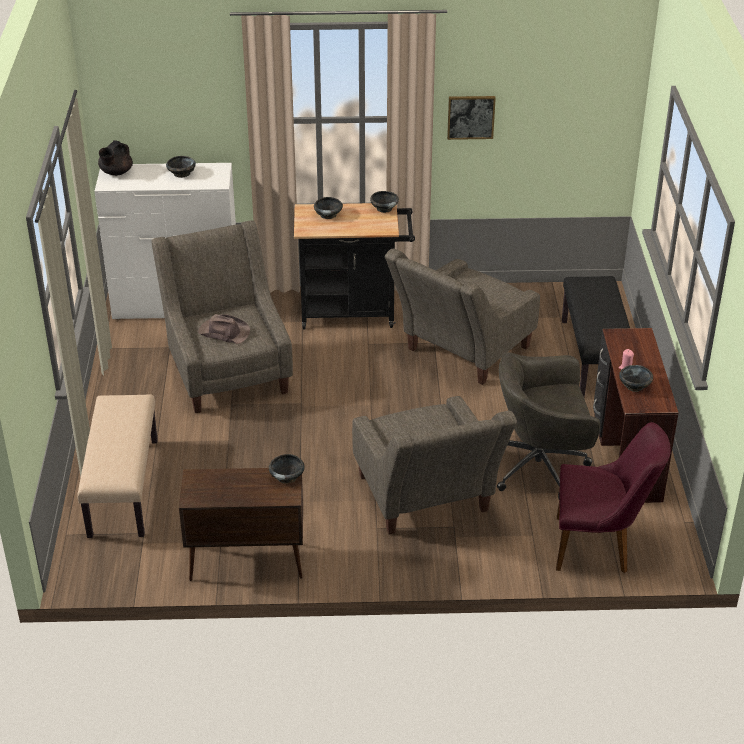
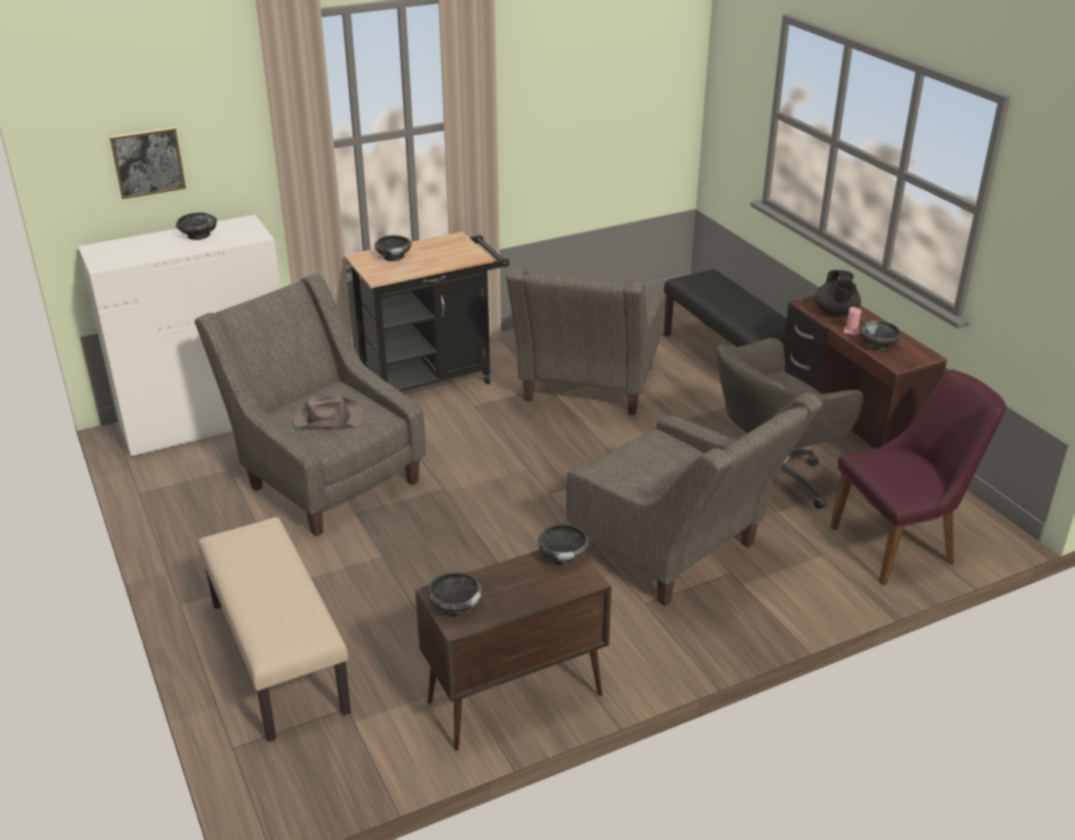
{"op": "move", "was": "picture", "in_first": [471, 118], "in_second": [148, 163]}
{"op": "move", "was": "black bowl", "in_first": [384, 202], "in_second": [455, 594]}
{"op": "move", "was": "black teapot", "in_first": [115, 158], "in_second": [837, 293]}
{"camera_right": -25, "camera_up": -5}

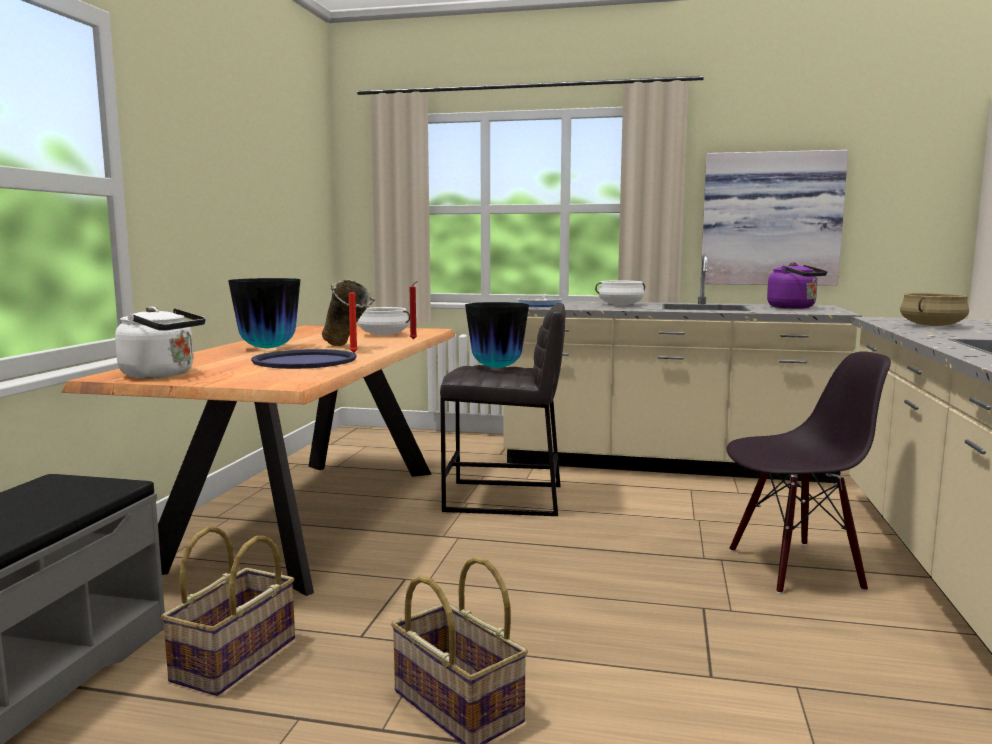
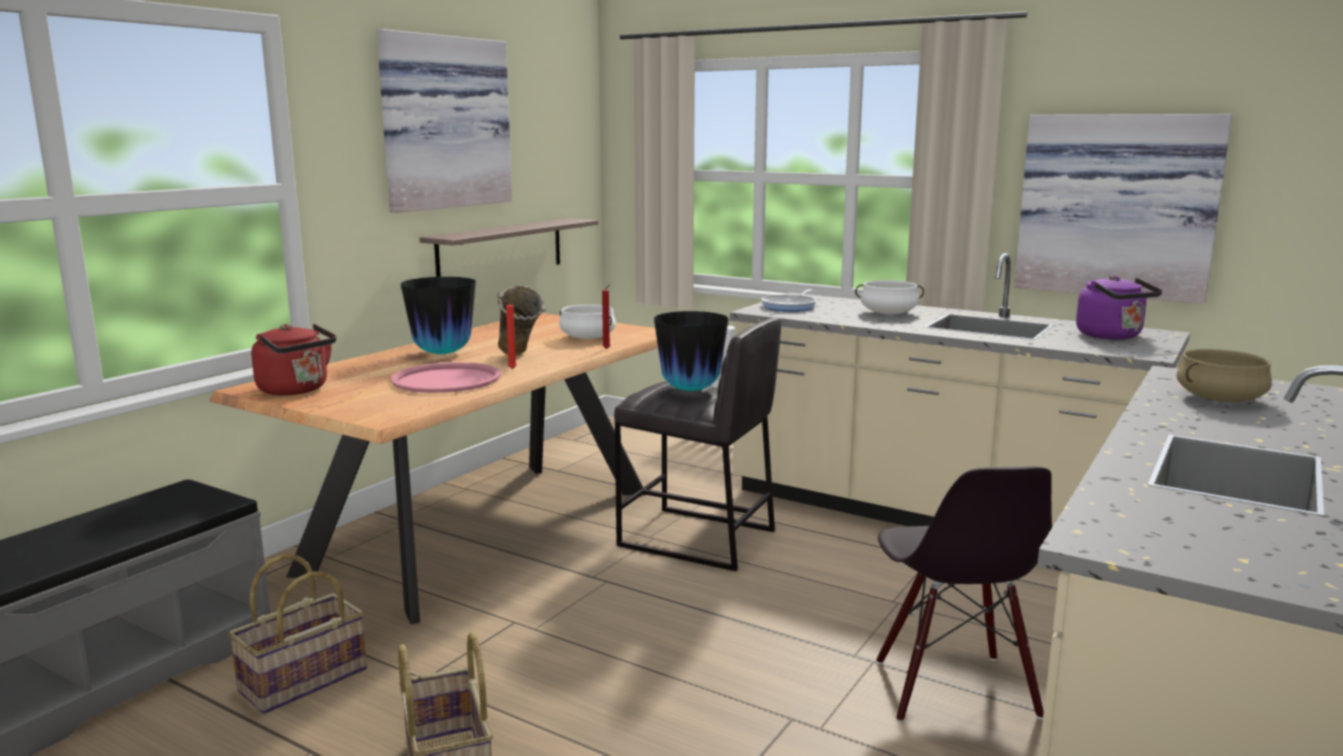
{"op": "recolor", "was": "white kettle", "now": "red kettle", "in_first": [160, 342], "in_second": [293, 359]}
{"op": "insert", "now": "picture", "in_second": [444, 121]}
{"op": "recolor", "was": "blue tray", "now": "pink tray", "in_first": [304, 359], "in_second": [446, 377]}
{"op": "insert", "now": "shelf", "in_second": [508, 247]}
{"op": "rotate", "was": "black chair", "in_first": [809, 472], "in_second": [964, 594], "clockwise": 75}
{"camera_right": 20, "camera_up": 5}

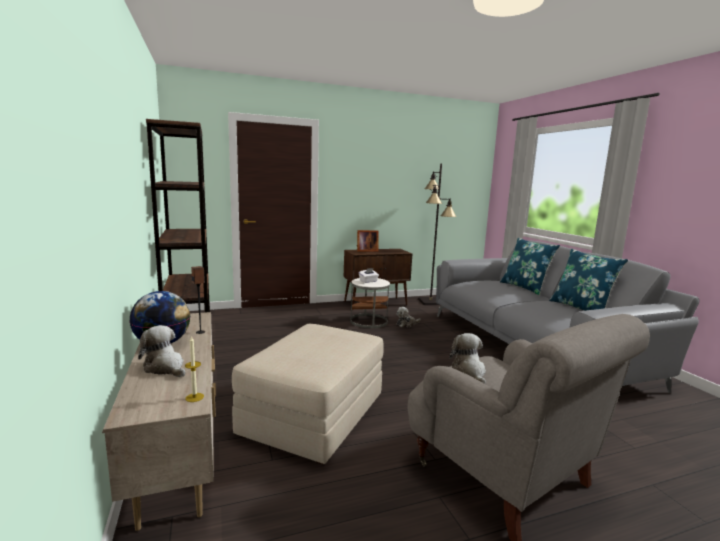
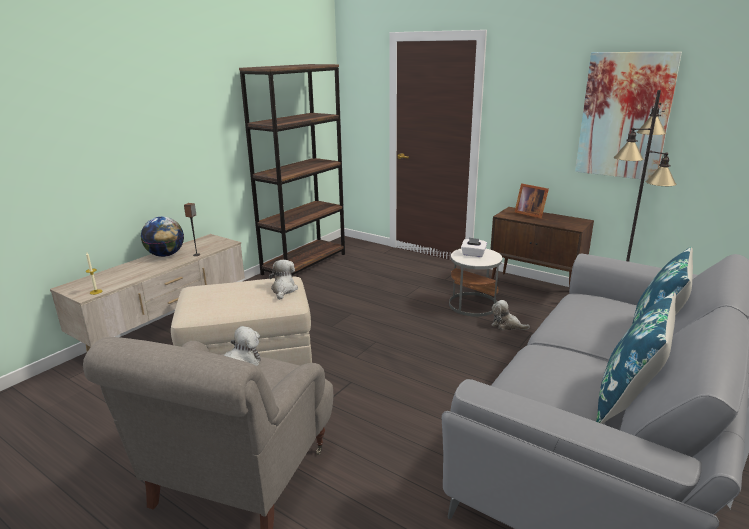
{"op": "move", "was": "plush toy", "in_first": [161, 351], "in_second": [283, 280]}
{"op": "insert", "now": "picture", "in_second": [628, 116]}
{"camera_right": 55, "camera_up": 10}

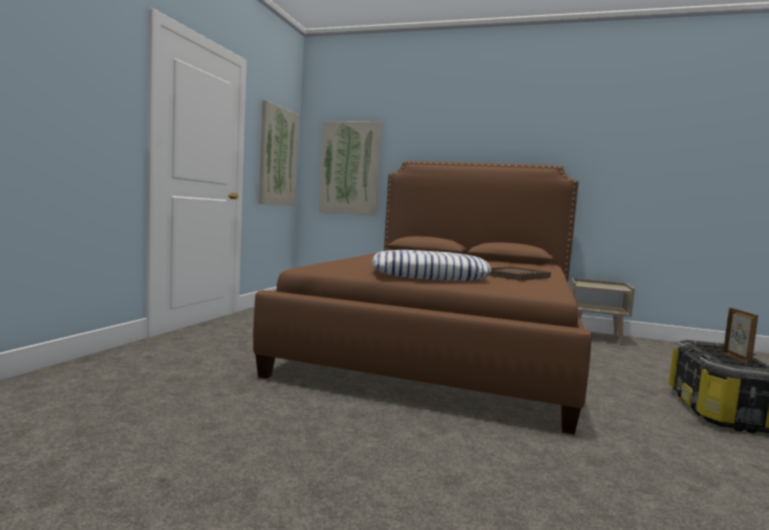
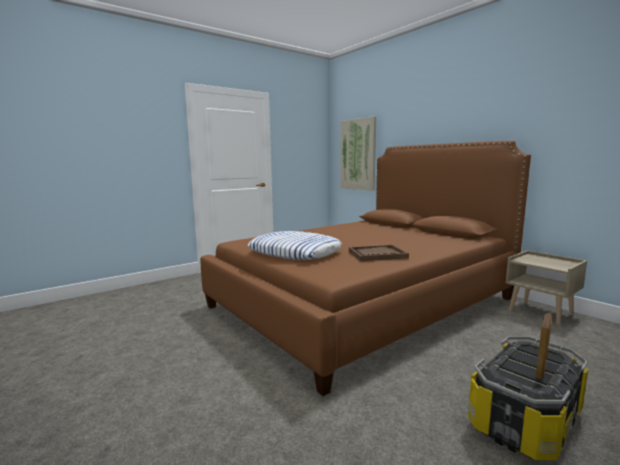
{"op": "delete", "was": "picture", "in_first": [278, 153]}
{"camera_right": 35, "camera_up": 5}

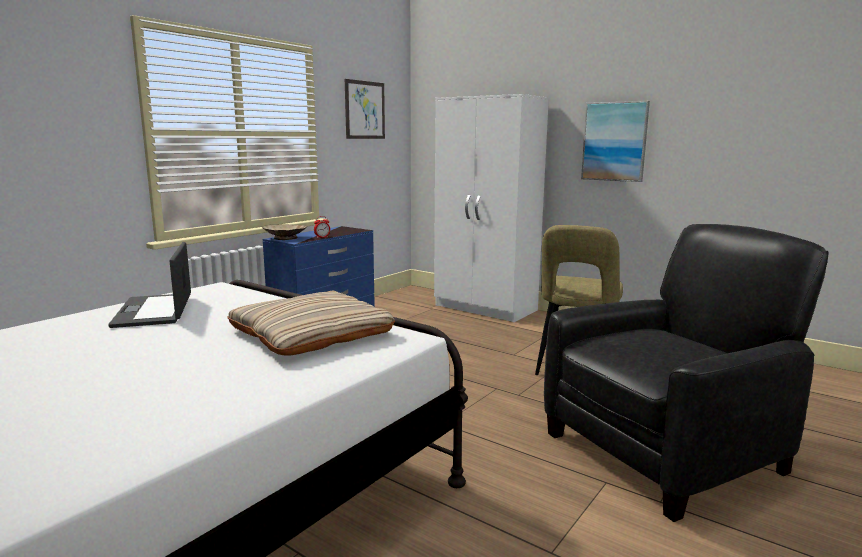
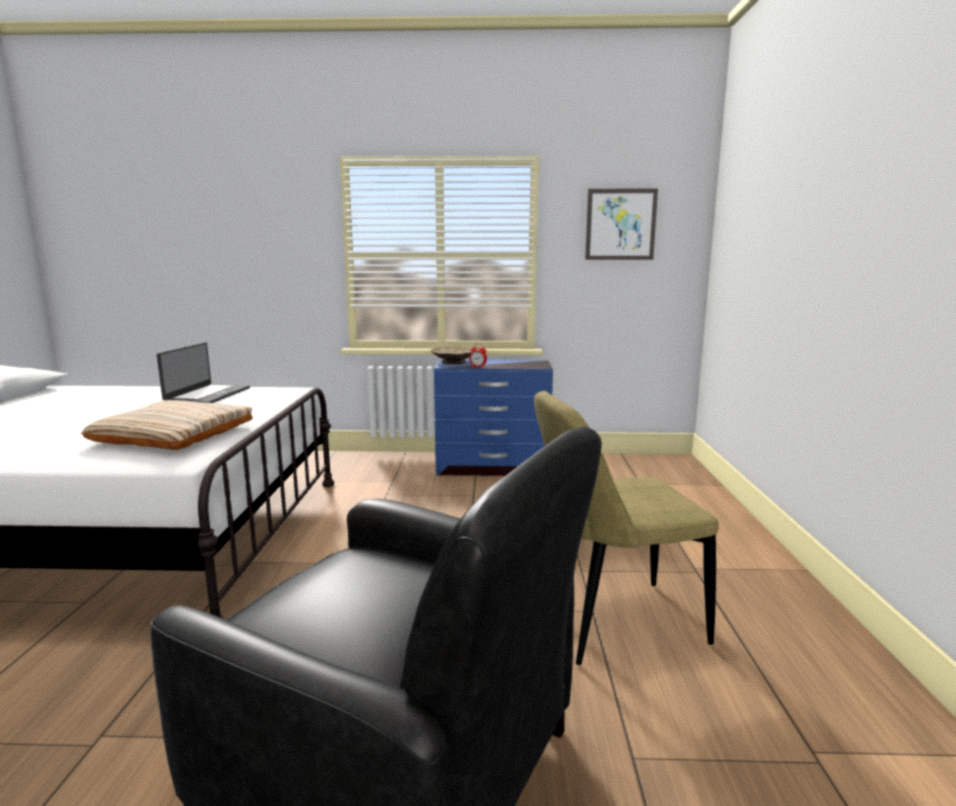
{"op": "rotate", "was": "laptop", "in_first": [149, 285], "in_second": [203, 372], "clockwise": 150}
{"op": "delete", "was": "white wardrobe", "in_first": [491, 208]}
{"op": "delete", "was": "picture", "in_first": [615, 141]}
{"camera_right": 55, "camera_up": 0}

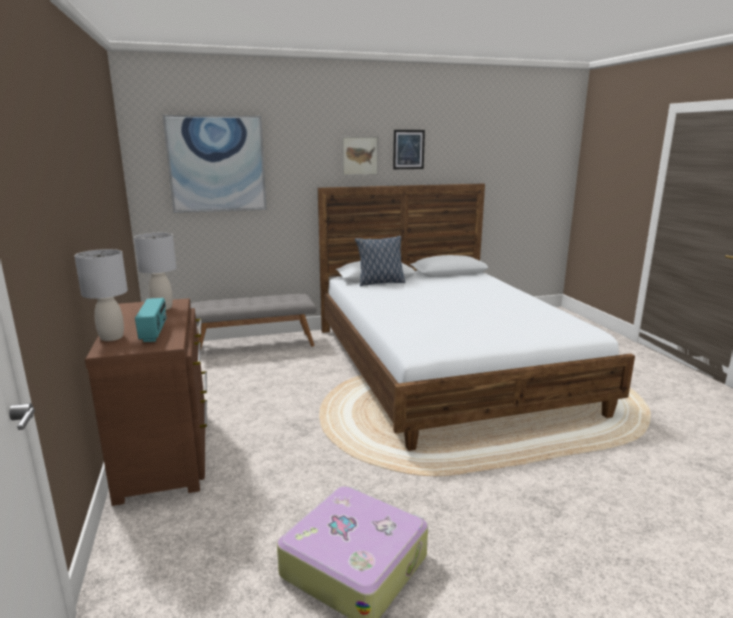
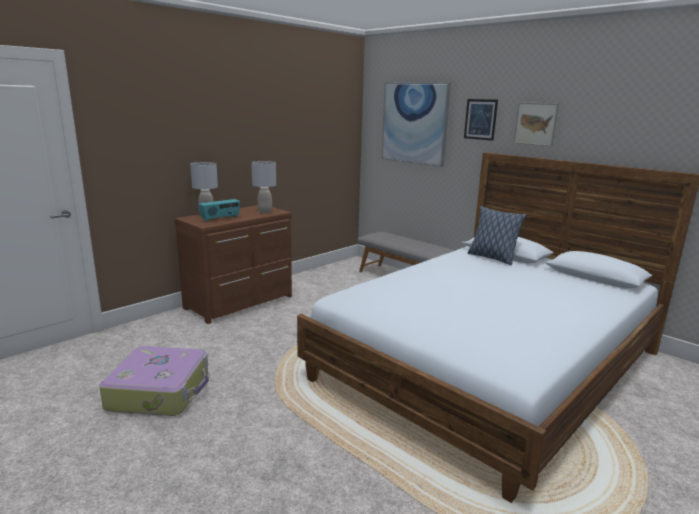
{"op": "move", "was": "picture", "in_first": [409, 149], "in_second": [481, 120]}
{"camera_right": 60, "camera_up": 0}

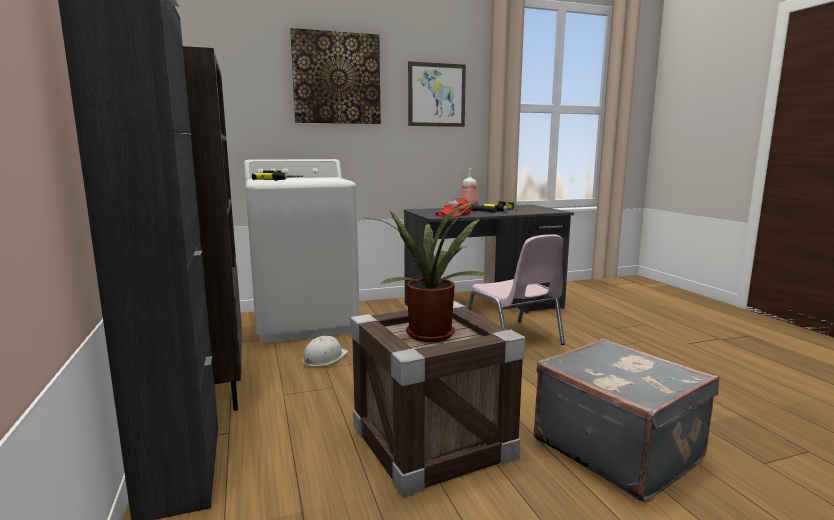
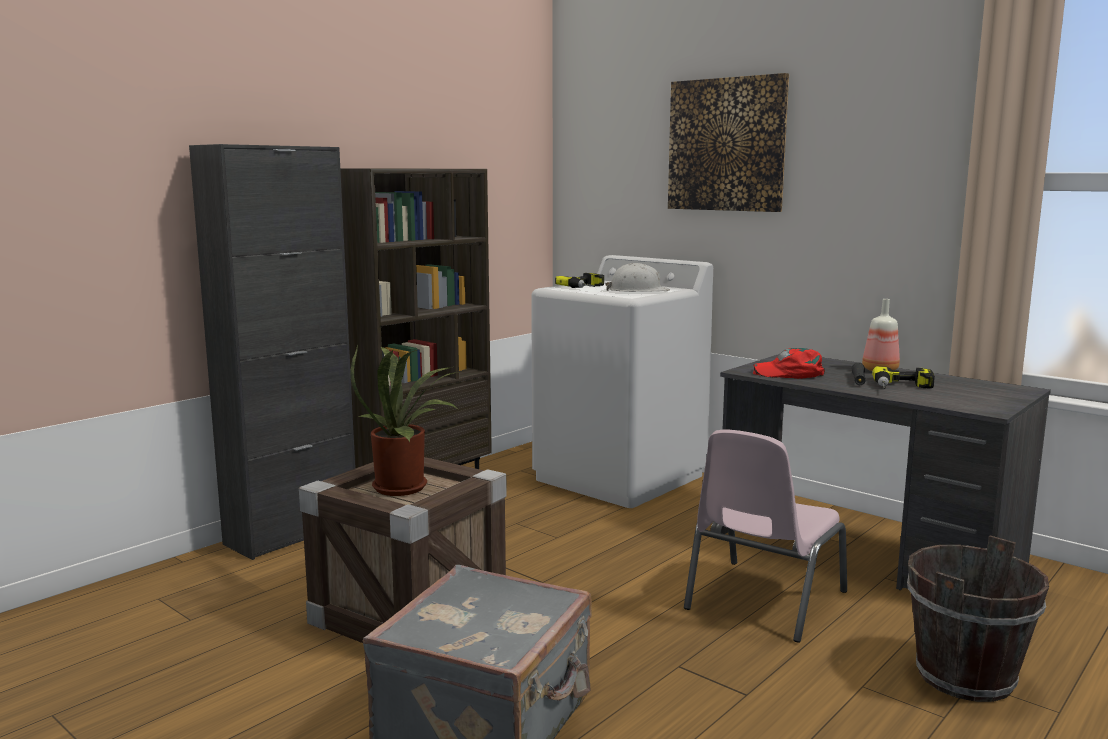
{"op": "move", "was": "white hard hat", "in_first": [325, 351], "in_second": [637, 277]}
{"op": "insert", "now": "brown bucket", "in_second": [978, 618]}
{"op": "delete", "was": "picture", "in_first": [437, 94]}
{"camera_right": 60, "camera_up": 0}

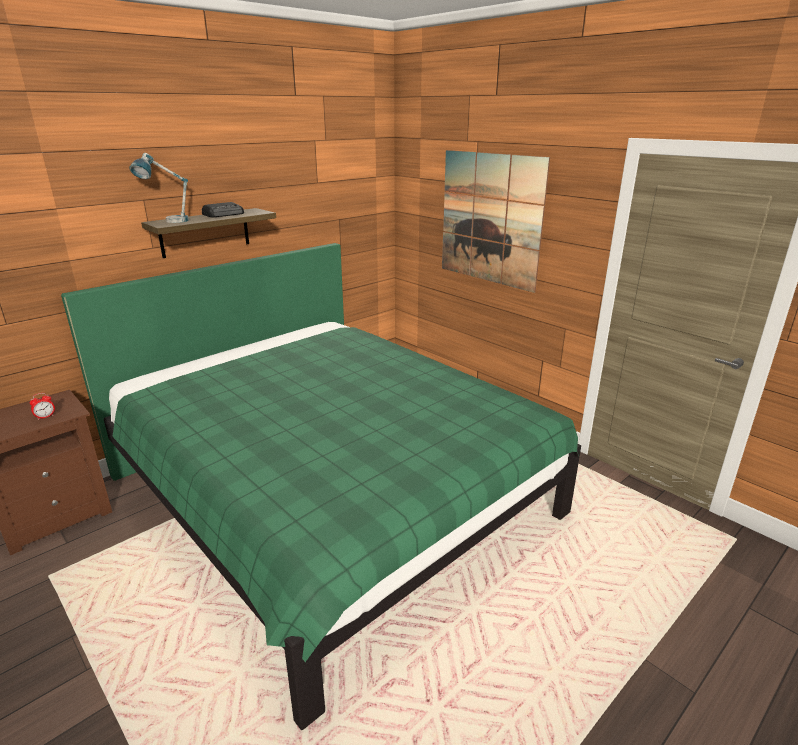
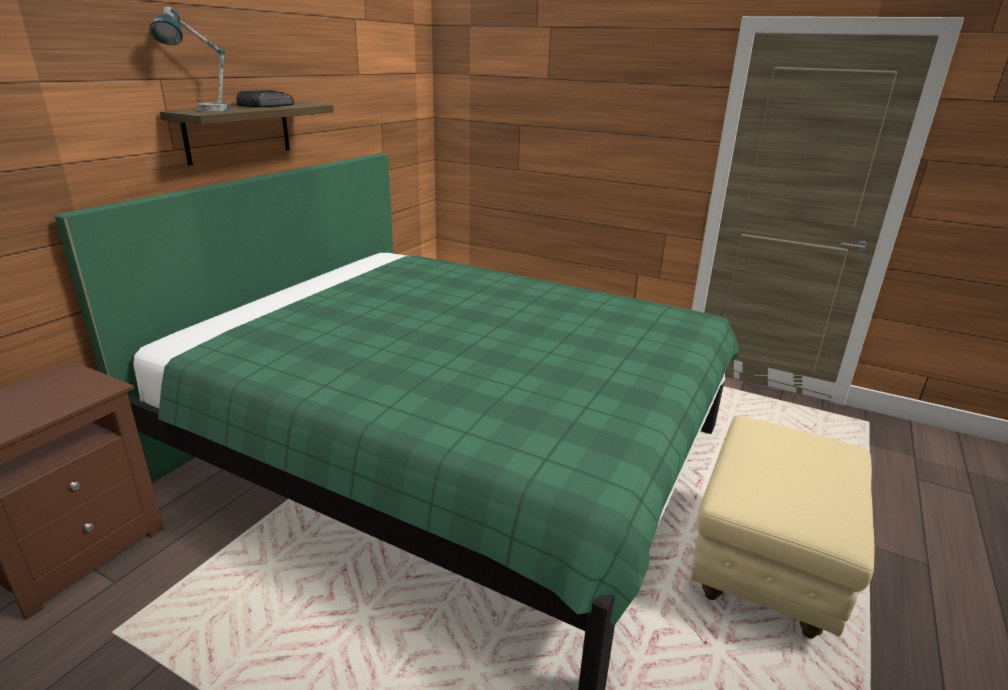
{"op": "insert", "now": "beige ottoman", "in_second": [783, 527]}
{"op": "delete", "was": "alarm clock", "in_first": [42, 406]}
{"op": "delete", "was": "picture", "in_first": [496, 221]}
{"camera_right": -20, "camera_up": 0}

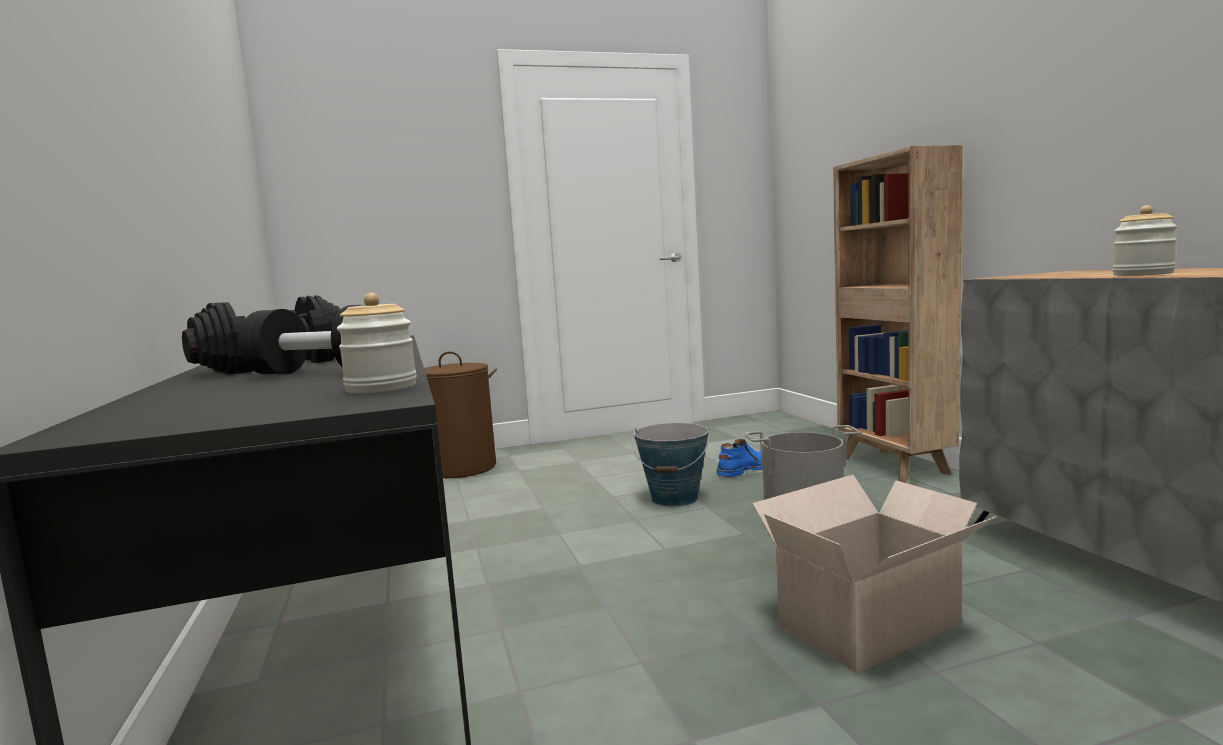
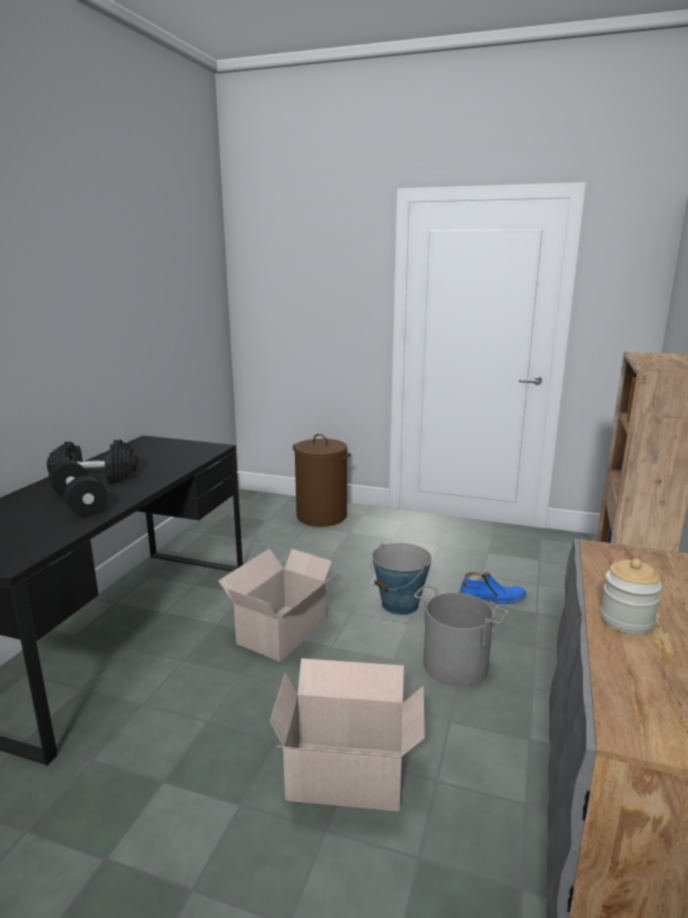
{"op": "insert", "now": "cardboard box", "in_second": [278, 605]}
{"op": "delete", "was": "jar", "in_first": [377, 343]}
{"camera_right": 35, "camera_up": 10}

